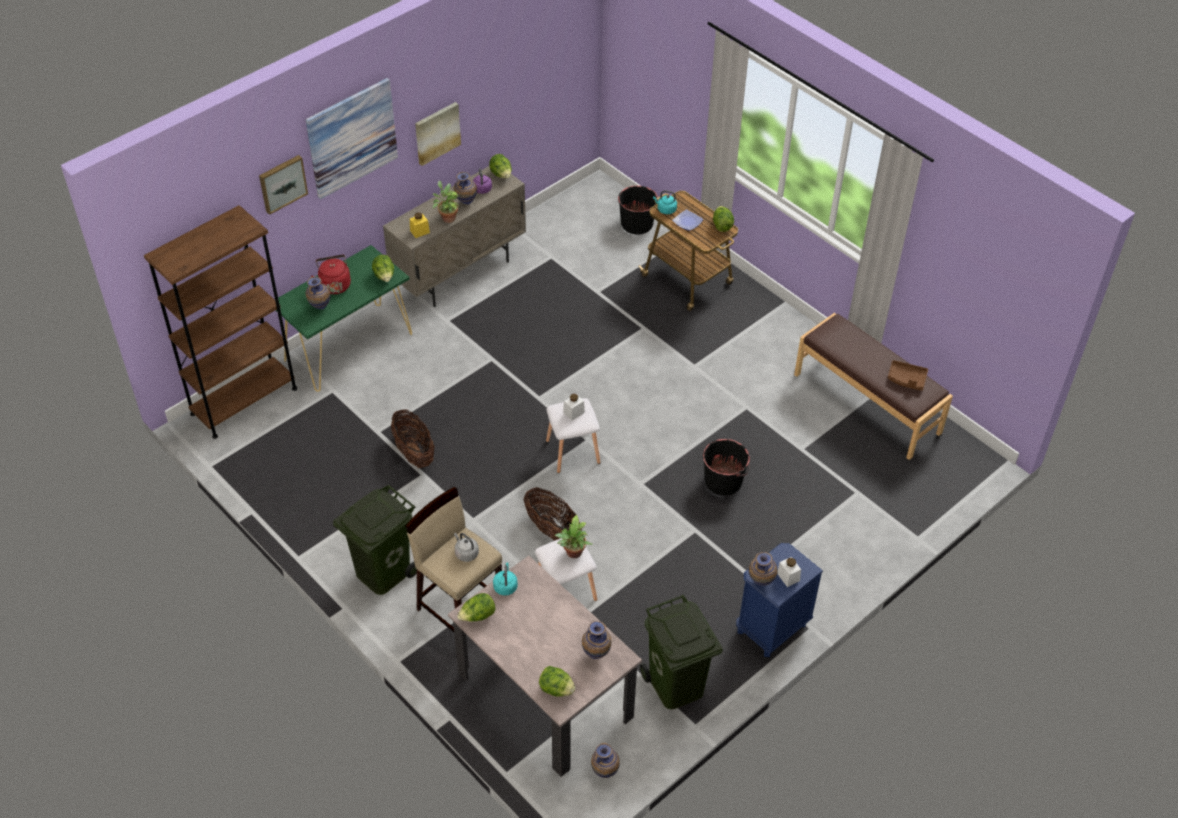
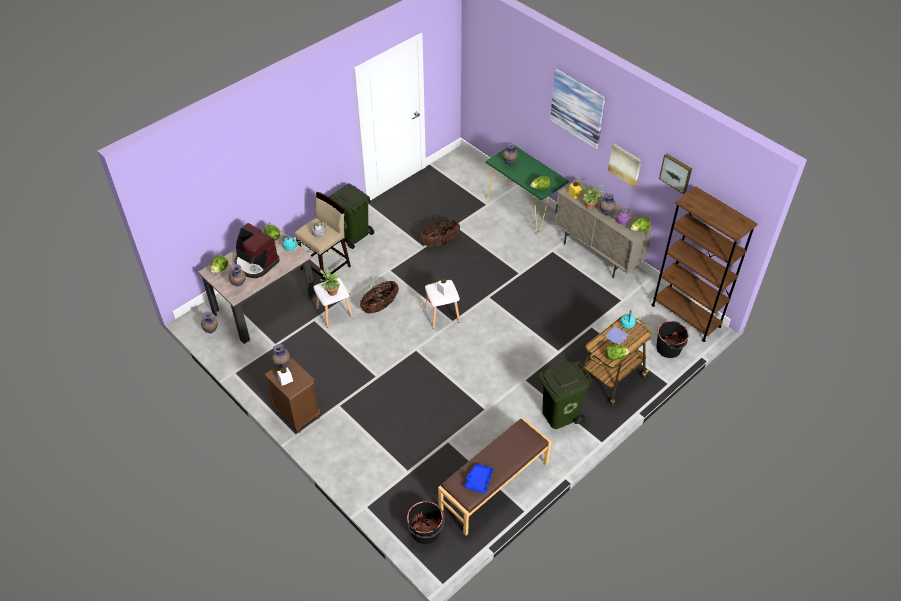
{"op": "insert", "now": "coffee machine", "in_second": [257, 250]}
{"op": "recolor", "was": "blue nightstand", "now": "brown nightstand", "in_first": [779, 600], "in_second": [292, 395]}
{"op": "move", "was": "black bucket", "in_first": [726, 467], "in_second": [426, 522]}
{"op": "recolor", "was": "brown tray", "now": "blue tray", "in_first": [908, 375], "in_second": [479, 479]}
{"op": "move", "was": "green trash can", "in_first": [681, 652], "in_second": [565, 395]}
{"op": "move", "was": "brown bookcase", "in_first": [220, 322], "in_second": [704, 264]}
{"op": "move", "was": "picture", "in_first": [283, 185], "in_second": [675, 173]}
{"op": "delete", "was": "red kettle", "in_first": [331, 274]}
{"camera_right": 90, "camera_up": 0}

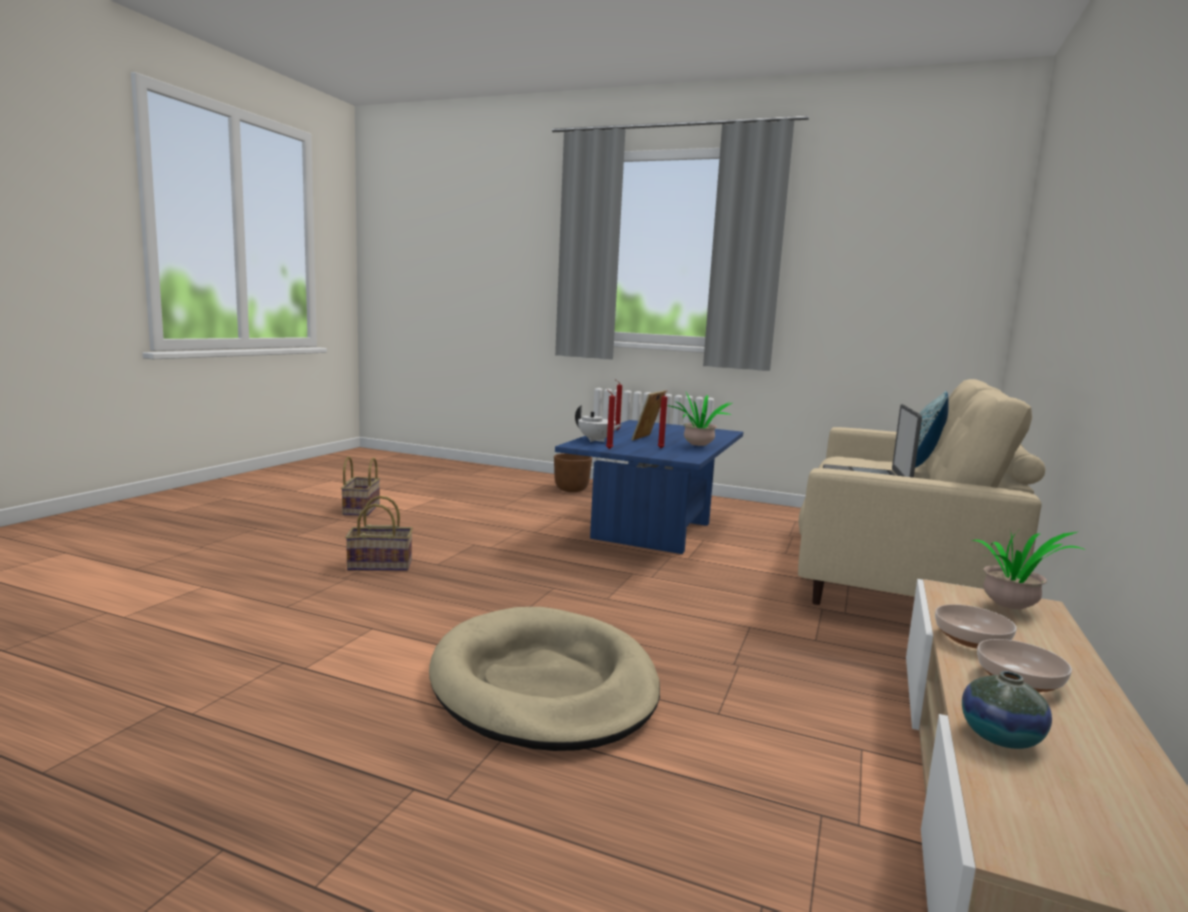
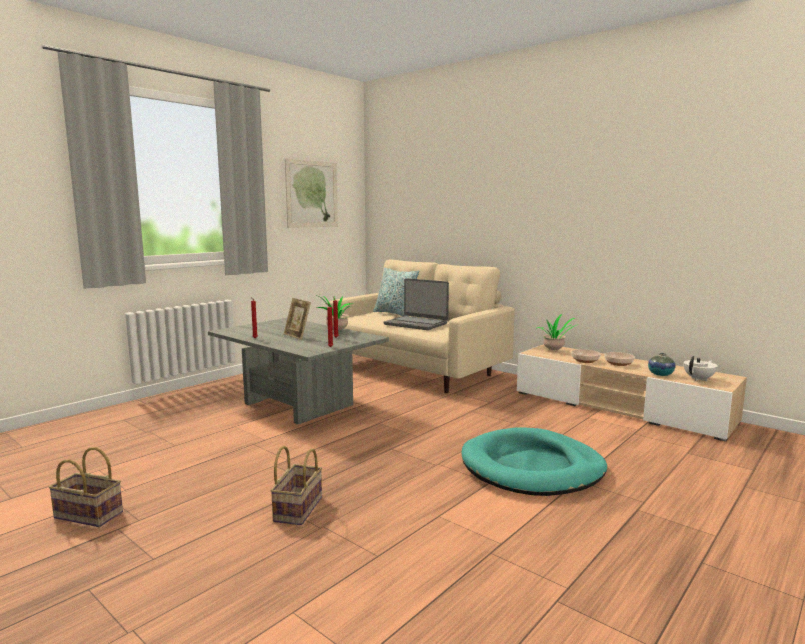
{"op": "recolor", "was": "blue coffee table", "now": "grey coffee table", "in_first": [649, 487], "in_second": [298, 371]}
{"op": "insert", "now": "picture", "in_second": [311, 193]}
{"op": "recolor", "was": "beige dog bed", "now": "turquoise dog bed", "in_first": [544, 679], "in_second": [534, 462]}
{"op": "move", "was": "white teapot", "in_first": [598, 423], "in_second": [700, 368]}
{"op": "delete", "was": "brown planter", "in_first": [573, 472]}
{"camera_right": -70, "camera_up": 0}

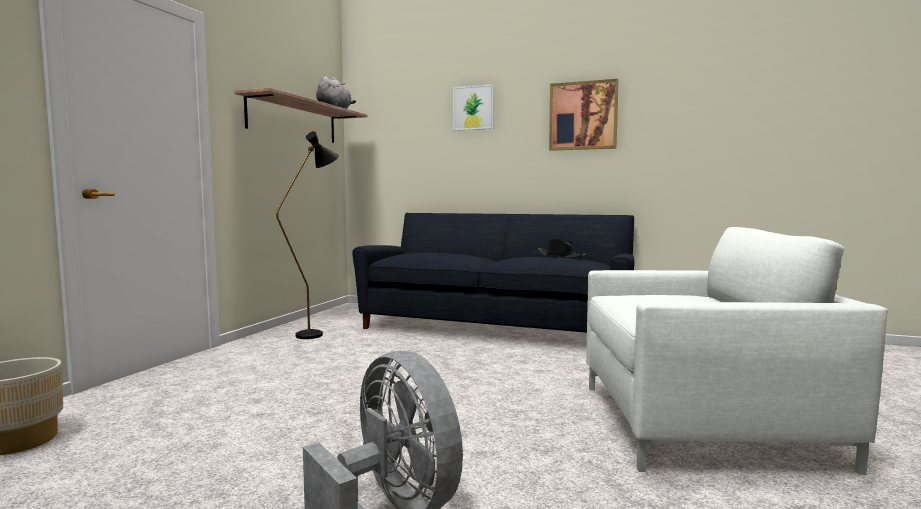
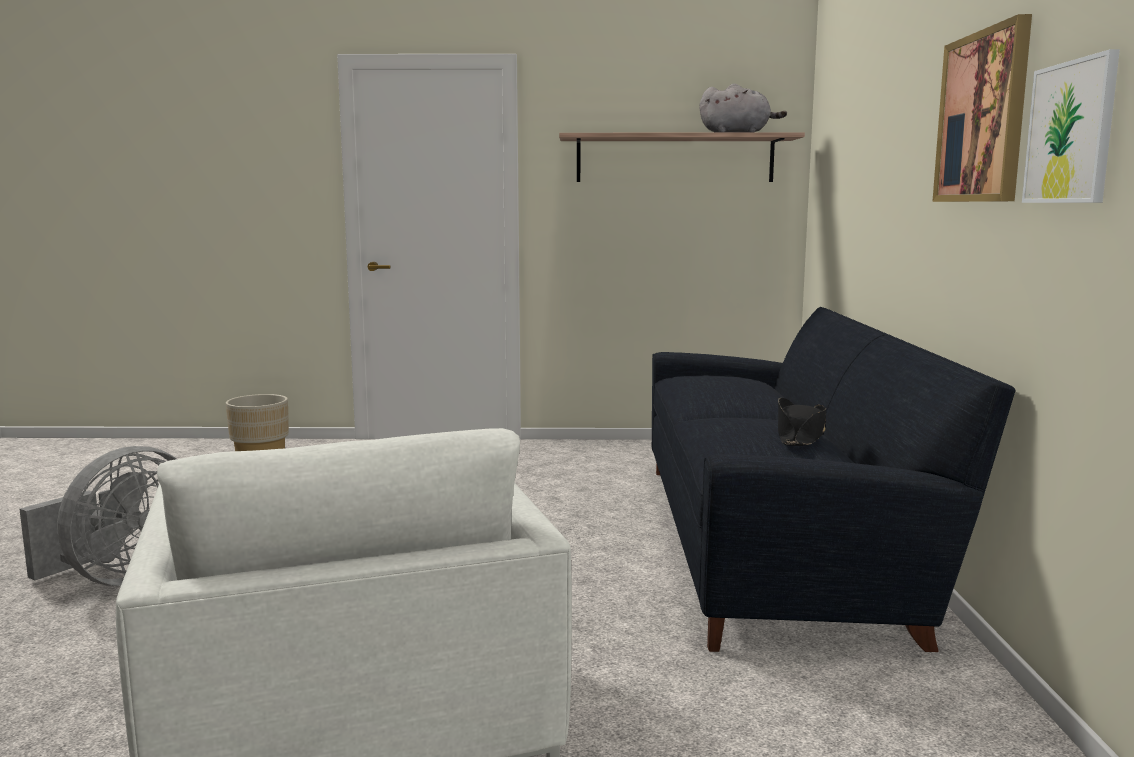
{"op": "move", "was": "picture", "in_first": [473, 107], "in_second": [1071, 126]}
{"op": "delete", "was": "black floor lamp", "in_first": [307, 235]}
{"camera_right": 70, "camera_up": 5}

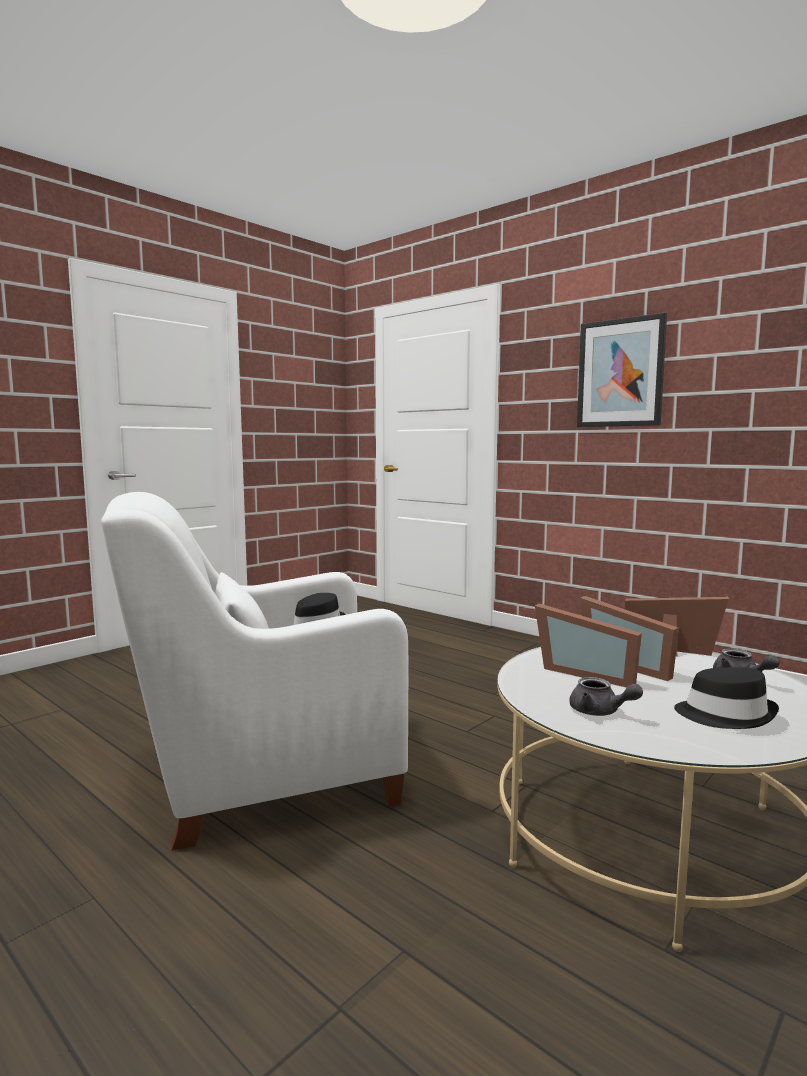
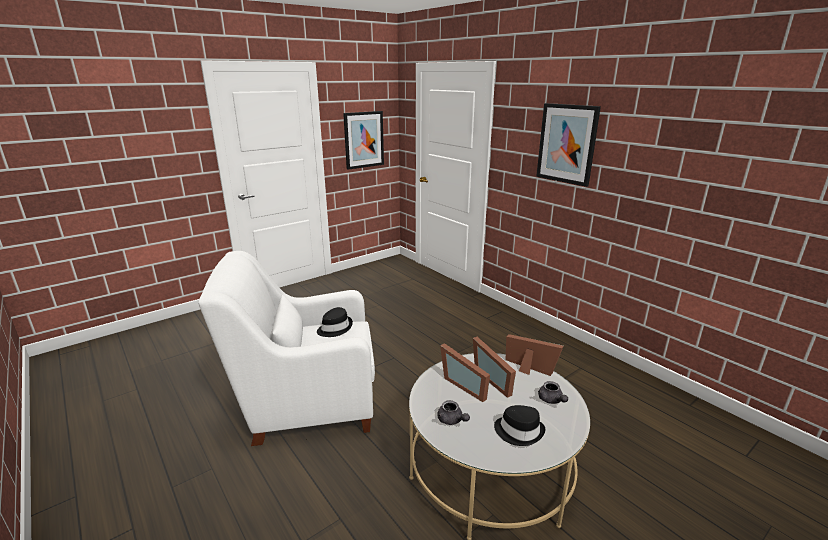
{"op": "insert", "now": "picture", "in_second": [363, 140]}
{"camera_right": 10, "camera_up": 15}

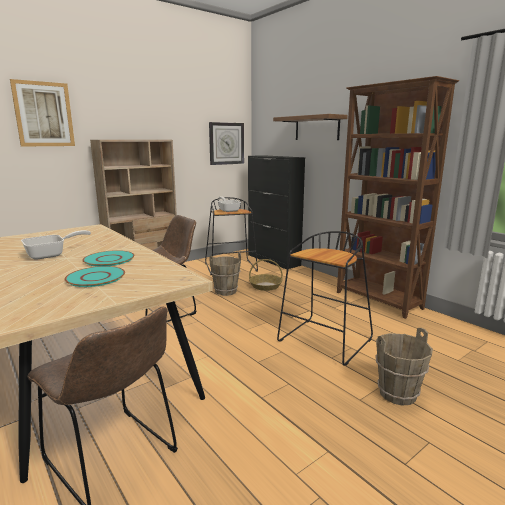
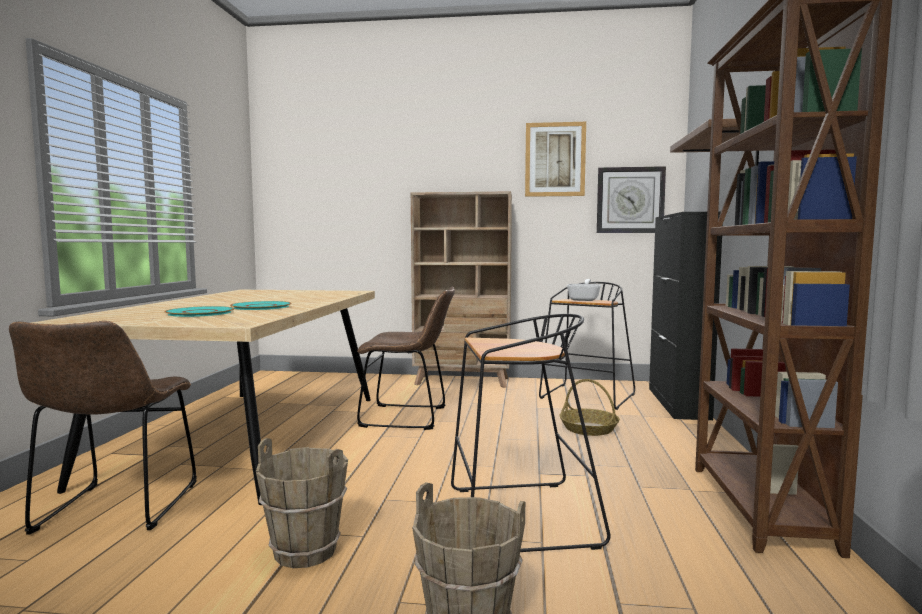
{"op": "move", "was": "brown bucket", "in_first": [225, 274], "in_second": [302, 503]}
{"op": "move", "was": "picture", "in_first": [42, 113], "in_second": [555, 159]}
{"op": "delete", "was": "frying pan", "in_first": [56, 245]}
{"camera_right": 45, "camera_up": -10}

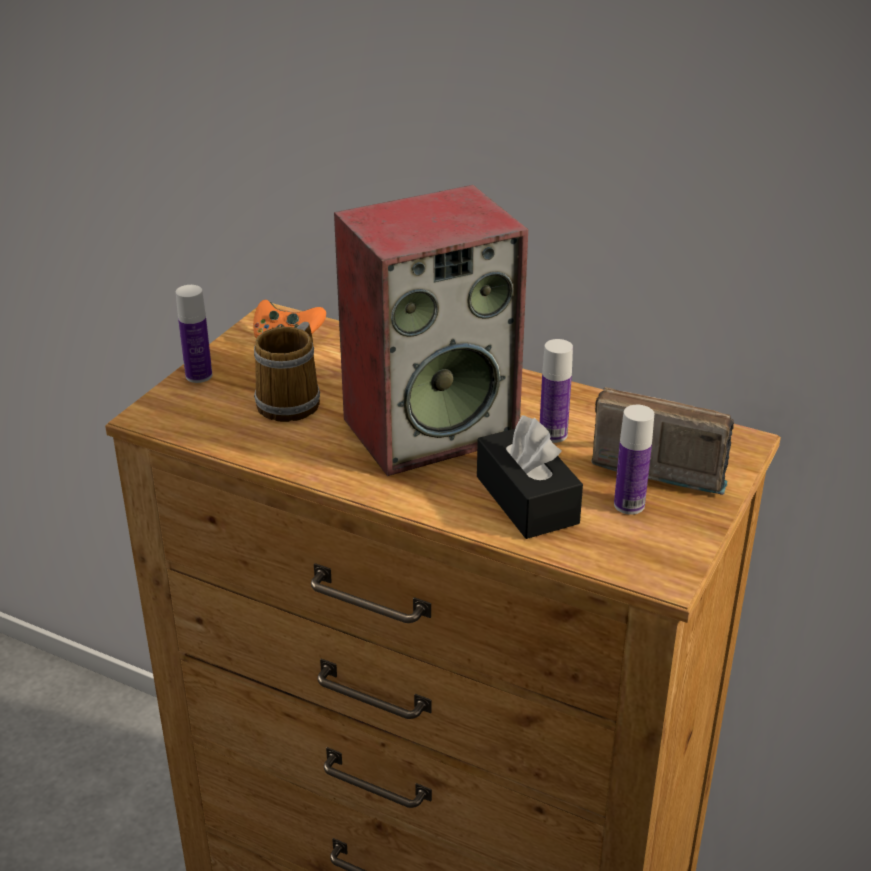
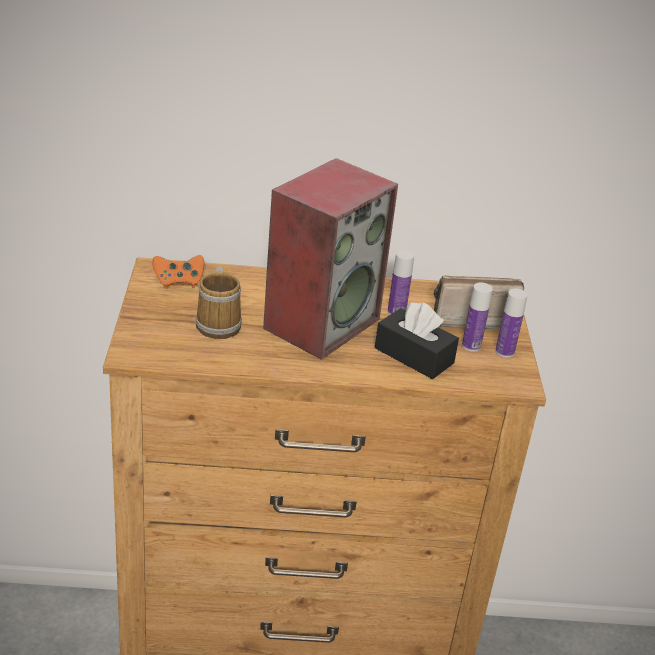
{"op": "move", "was": "bottle", "in_first": [194, 334], "in_second": [511, 323]}
{"camera_right": -30, "camera_up": 0}

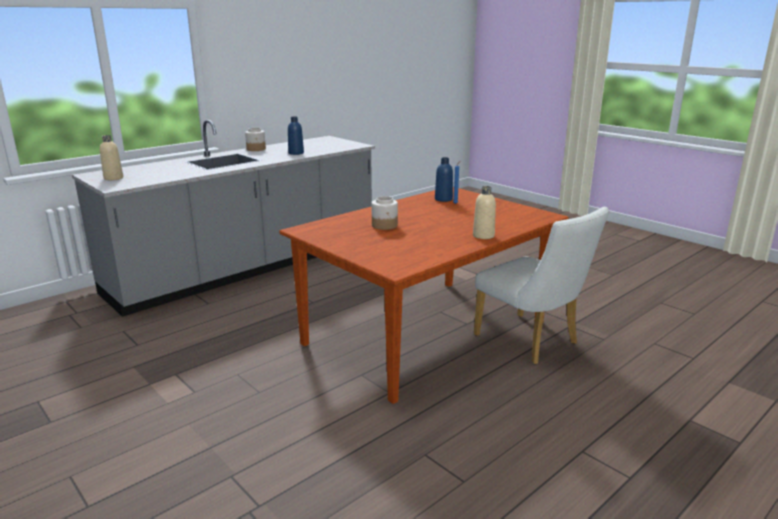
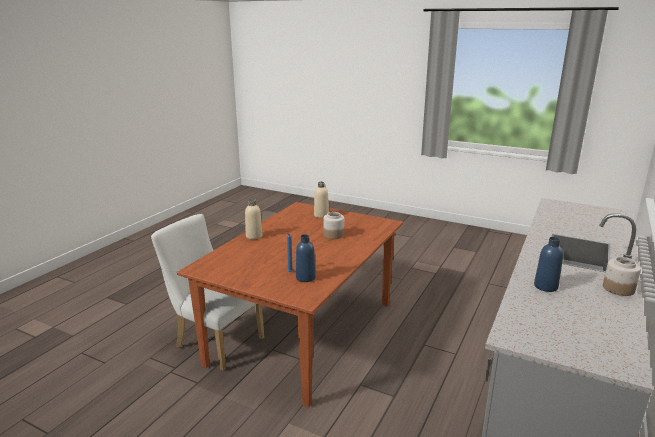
{"op": "move", "was": "beige bottle", "in_first": [111, 157], "in_second": [321, 200]}
{"camera_right": 160, "camera_up": 0}

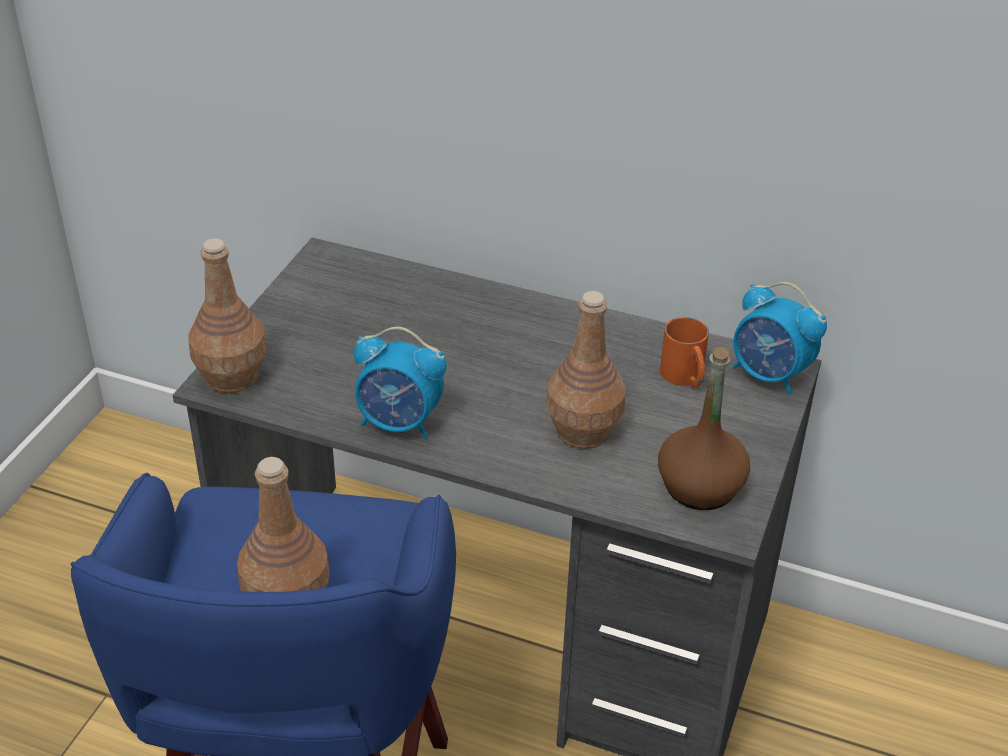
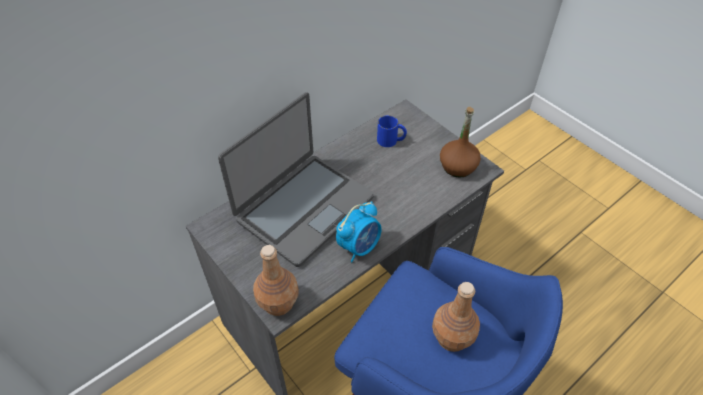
{"op": "insert", "now": "laptop", "in_second": [296, 179]}
{"op": "recolor", "was": "orange mug", "now": "blue mug", "in_first": [684, 352], "in_second": [392, 131]}
{"op": "delete", "was": "brown bottle", "in_first": [586, 370]}
{"op": "delete", "was": "alarm clock", "in_first": [780, 338]}
{"camera_right": -60, "camera_up": 10}

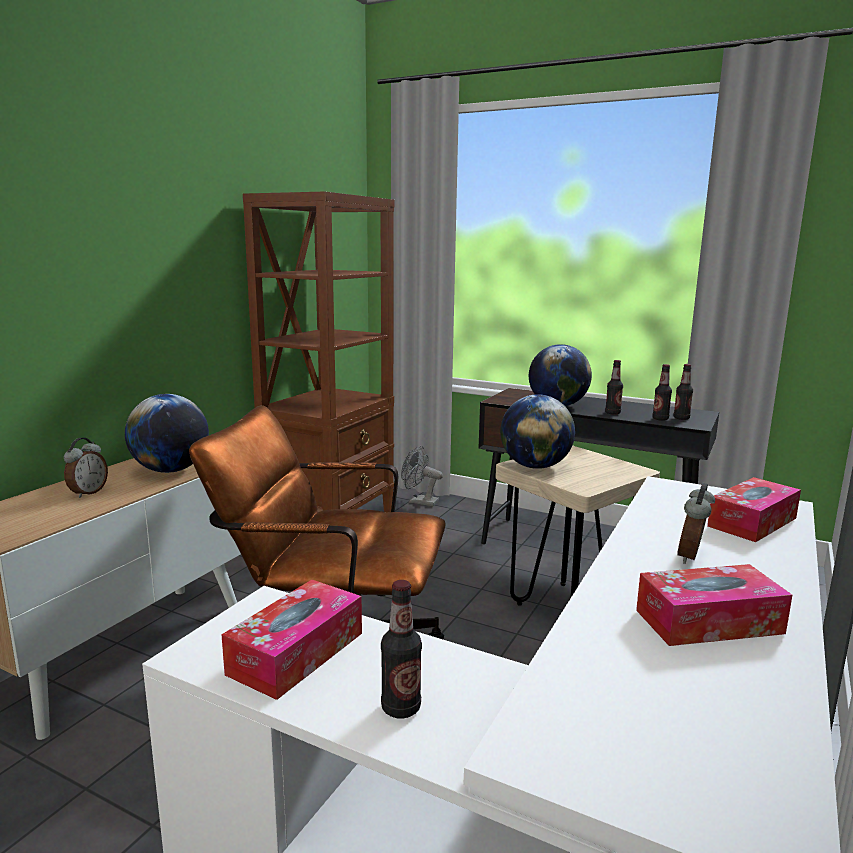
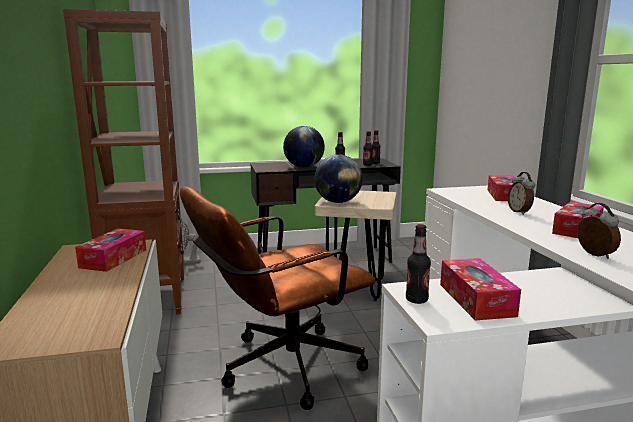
{"op": "replace", "was": "globe", "now": "tissue box", "in_first": [167, 433], "in_second": [110, 250]}
{"op": "move", "was": "bottle", "in_first": [401, 649], "in_second": [418, 264]}
{"op": "move", "was": "alarm clock", "in_first": [86, 468], "in_second": [599, 231]}
{"camera_right": -40, "camera_up": 0}

